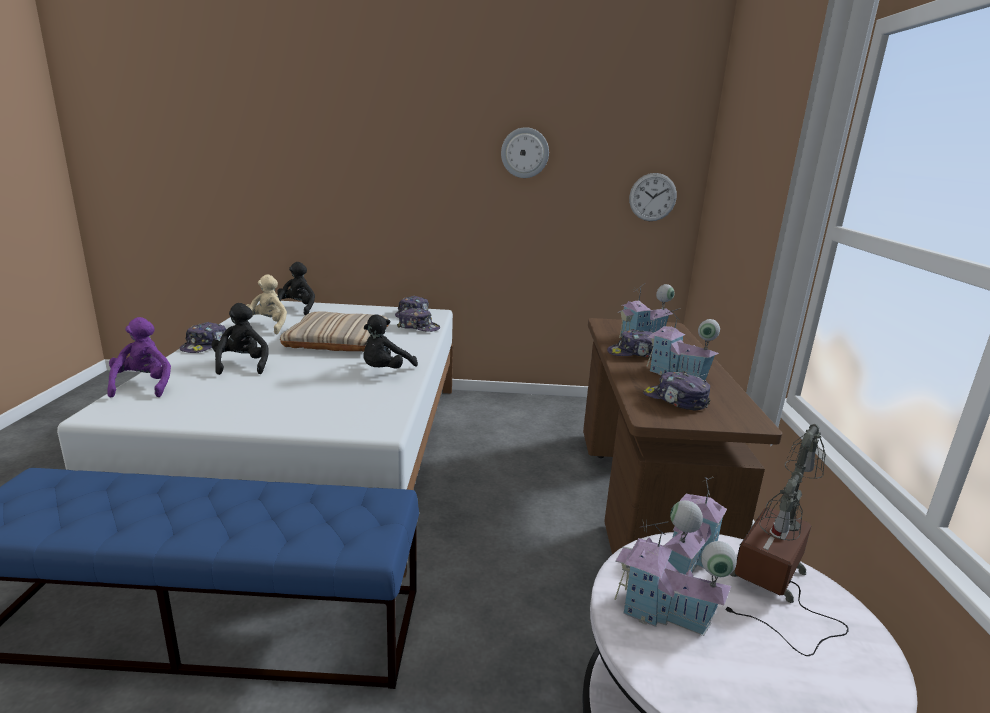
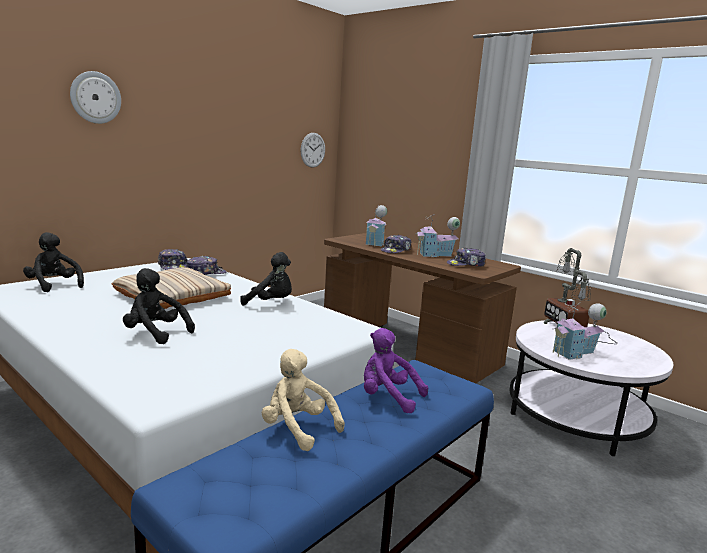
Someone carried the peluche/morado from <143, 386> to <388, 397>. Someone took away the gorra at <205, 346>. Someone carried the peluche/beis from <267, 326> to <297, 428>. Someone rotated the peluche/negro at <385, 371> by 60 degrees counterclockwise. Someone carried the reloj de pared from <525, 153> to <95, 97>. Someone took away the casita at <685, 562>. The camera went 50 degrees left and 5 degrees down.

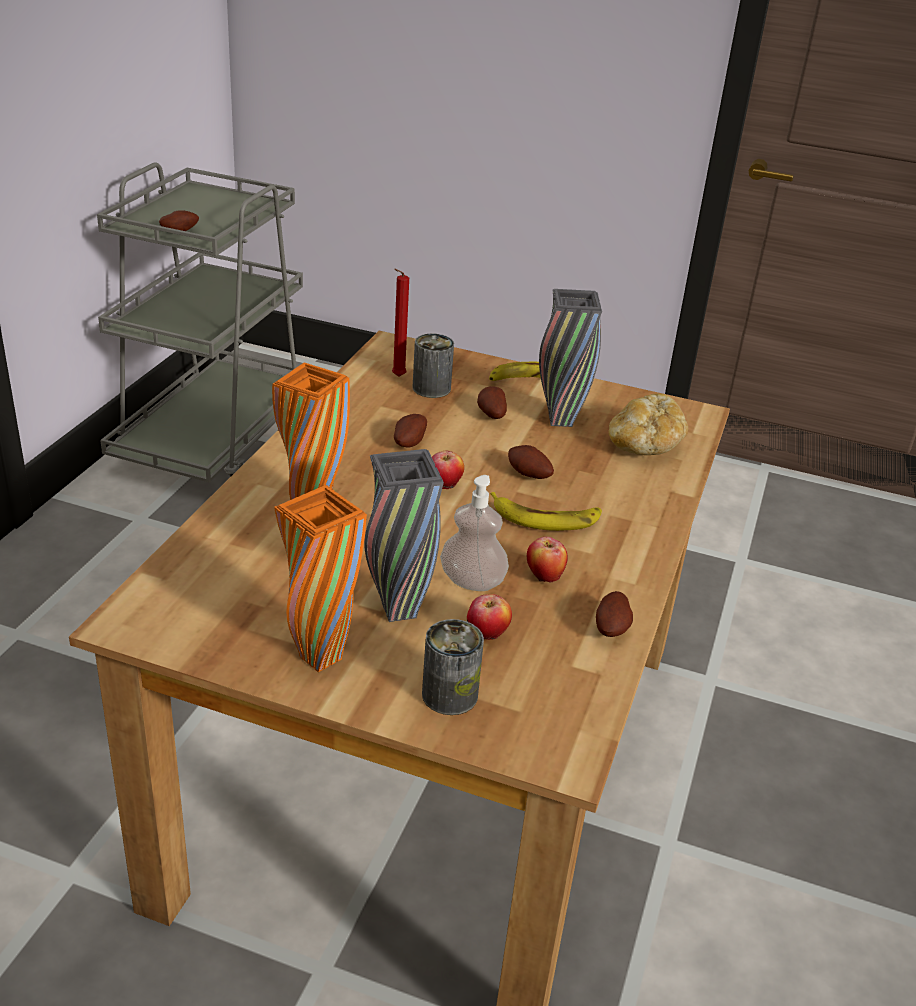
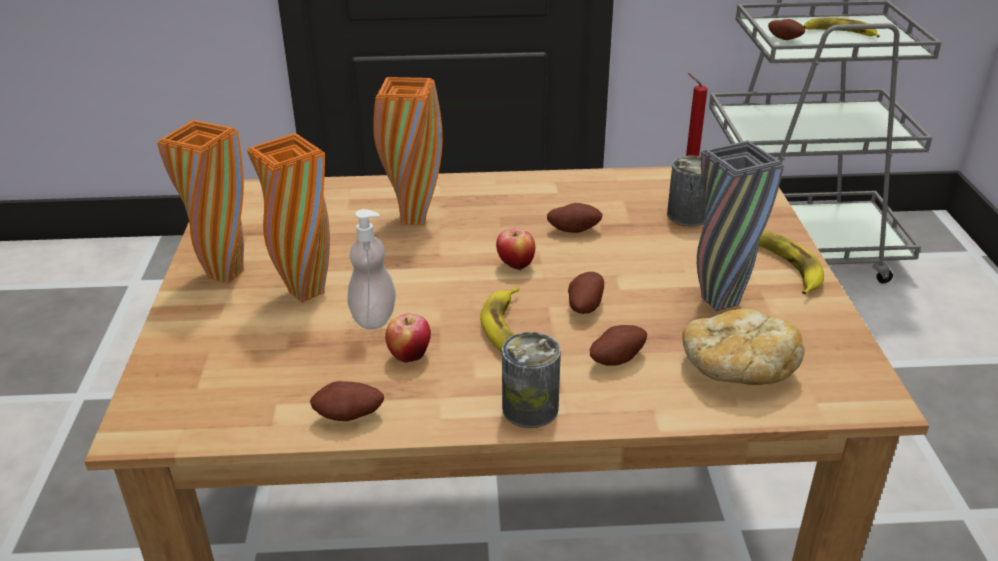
Someone repainted the florero/gris at <399, 611>, which became the florero/naranja at <306, 292>. Someone carried the lata from <449, 695> to <530, 408>. Someone took away the manzana at <487, 636>. Someone carried the patata from <490, 415> to <616, 358>. Someone put down the plátano at <839, 33>. The camera went 70 degrees right and 0 degrees up.

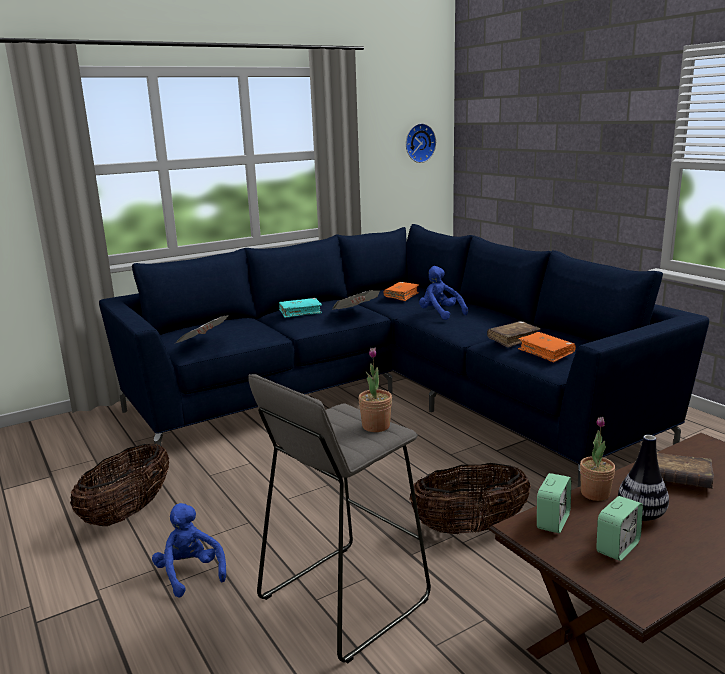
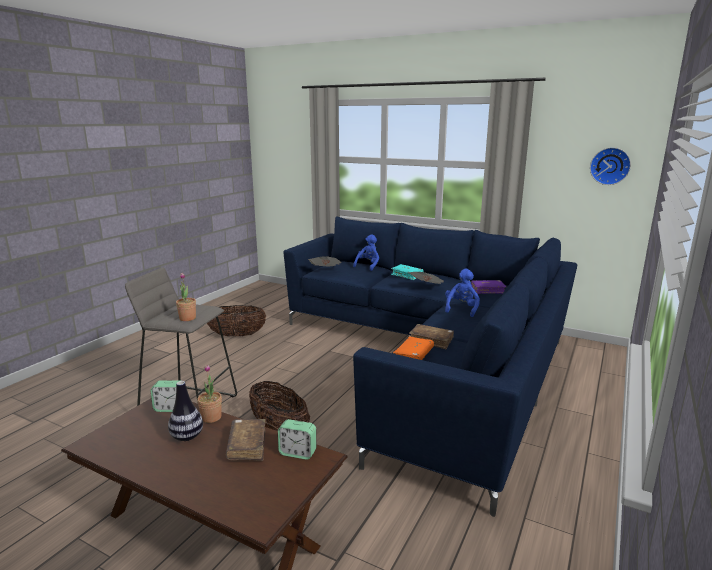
Someone carried the peluche/azul from <190, 573> to <368, 266>. Someone repainted the libro/naranja at <401, 296>, which became the libro/morado at <487, 290>. Someone carried the despertador from <617, 547> to <297, 452>. The camera went 60 degrees right and 0 degrees up.

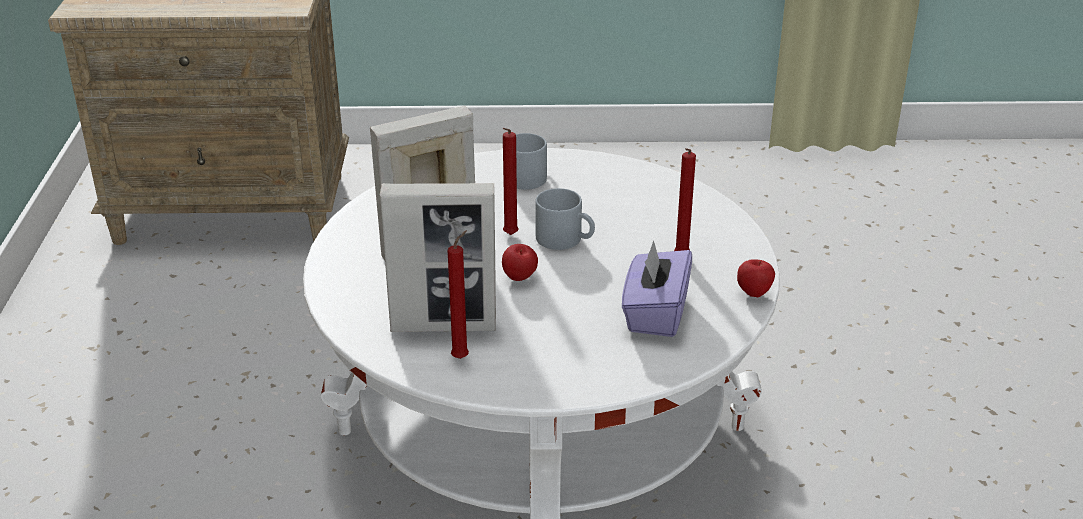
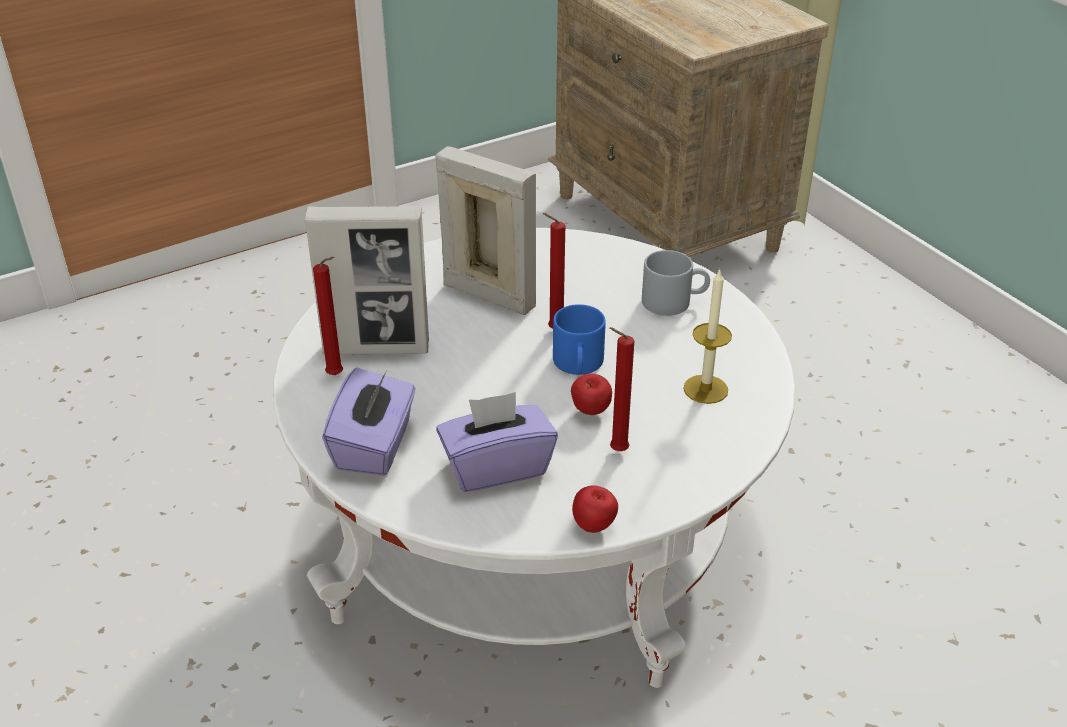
Someone rotated the portarretratos at <444, 326> by 60 degrees counterclockwise. Someone carried the manzana from <520, 279> to <590, 412>. Someone repainted the taza grande/gris at <566, 239>, which became the taza grande/azul at <579, 365>. Someone put down the caja de pañuelos/morado at <375, 446>. Someone put down the vela at <705, 389>. The camera went 60 degrees right and 5 degrees up.

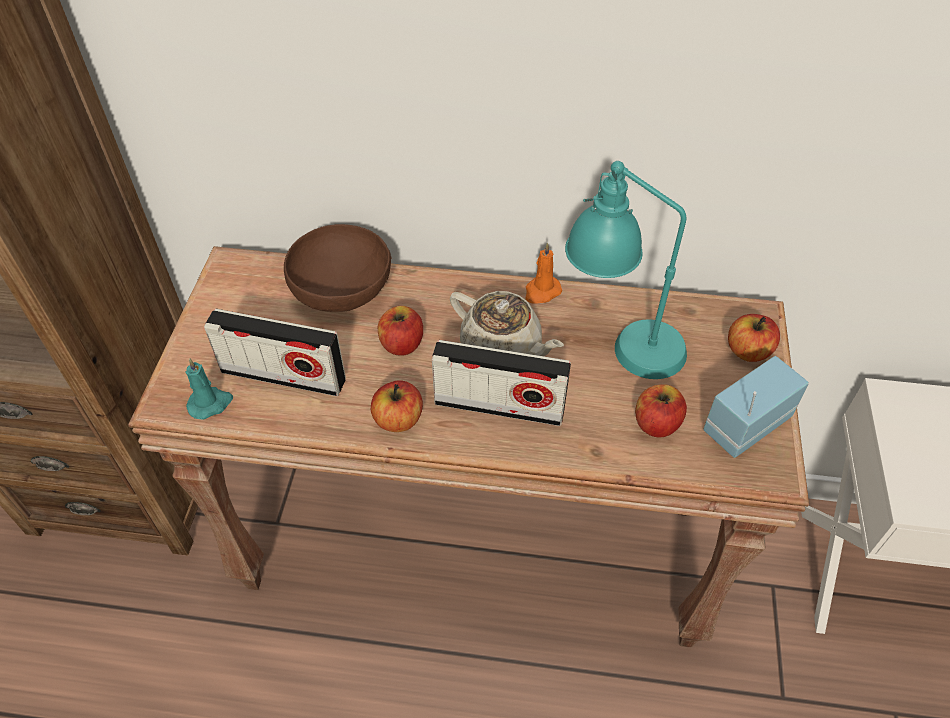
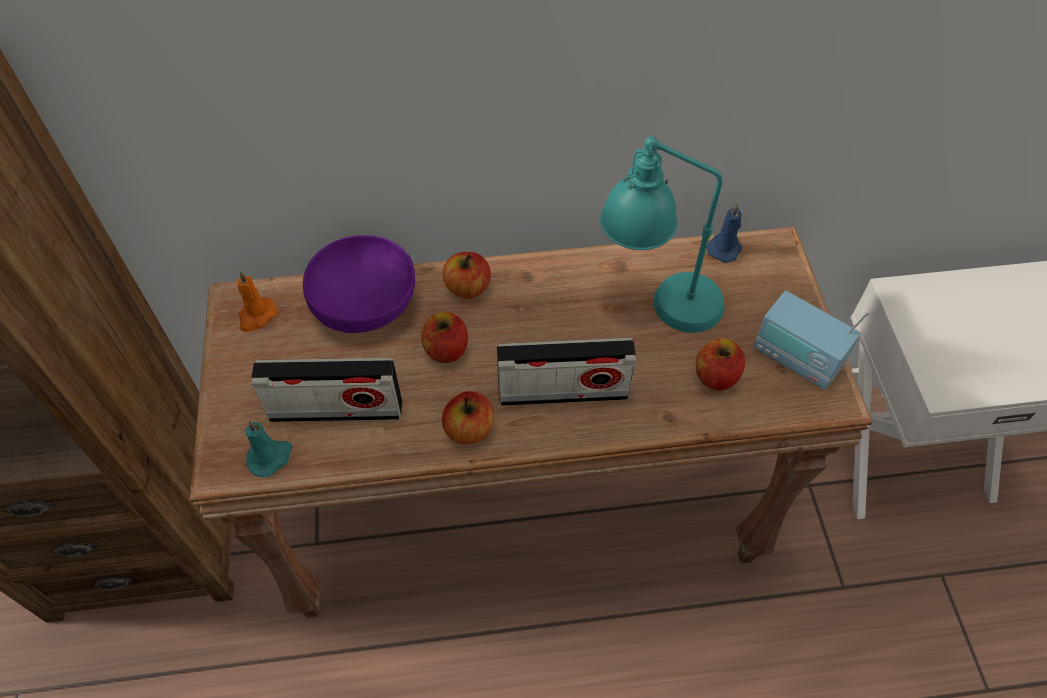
Someone repainted the cuenco/marrón at <342, 289>, which became the cuenco/morado at <365, 304>. Someone took away the tetera/beis at <502, 348>. Someone carried the vela/naranja from <541, 292> to <257, 316>. Someone rotated the radio at <745, 425> by 90 degrees counterclockwise. Someone carried the manzana from <748, 351> to <467, 287>. Someone put down the vela/azul at <724, 248>. The camera went 15 degrees left and 5 degrees up.

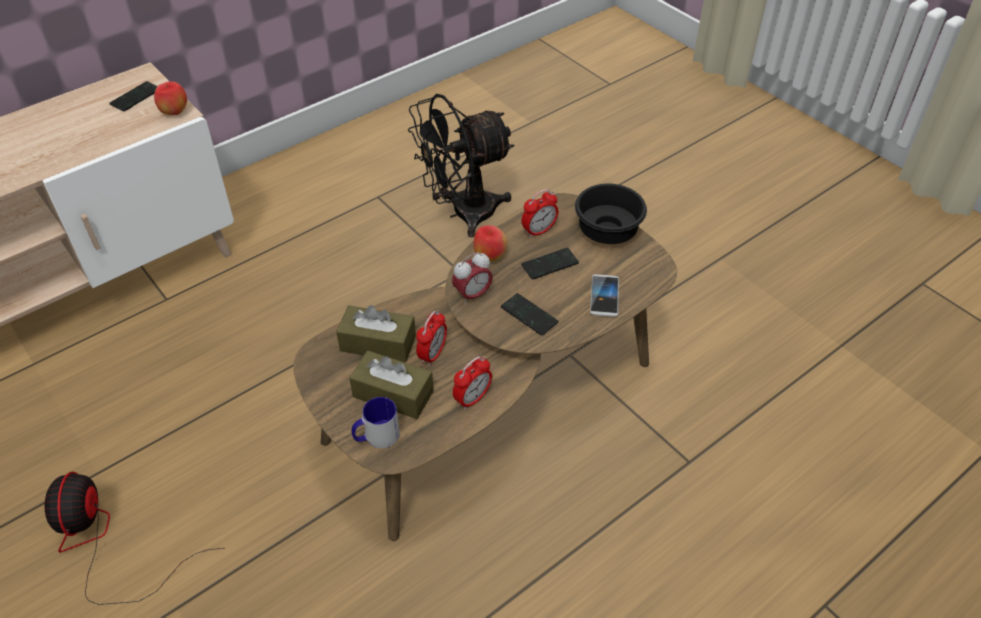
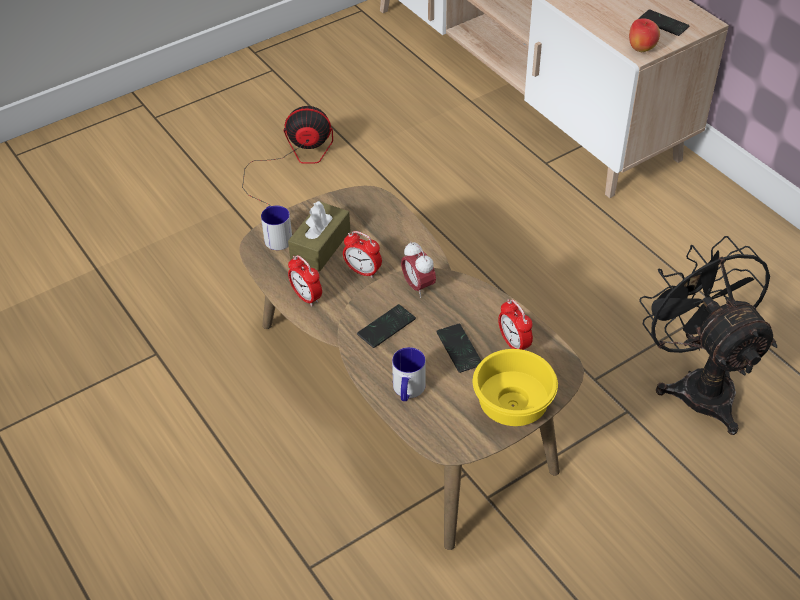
Someone took away the caja de pañuelos/marrón at <378, 343>. Someone took away the manzana at <489, 257>. Someone repainted the cuenco/negro at <605, 232>, which became the cuenco/amarillo at <511, 403>. Someone swapped the móvil at <604, 296> for the taza grande at <408, 390>. The camera went 95 degrees right and 0 degrees up.

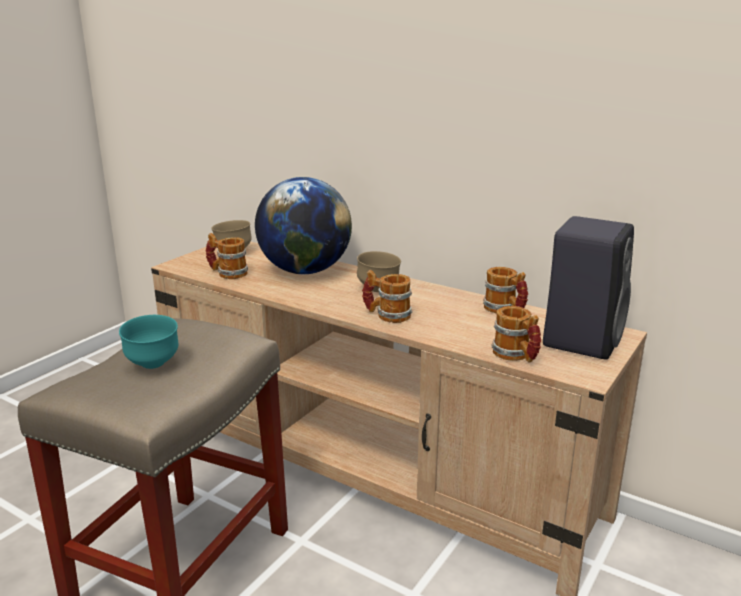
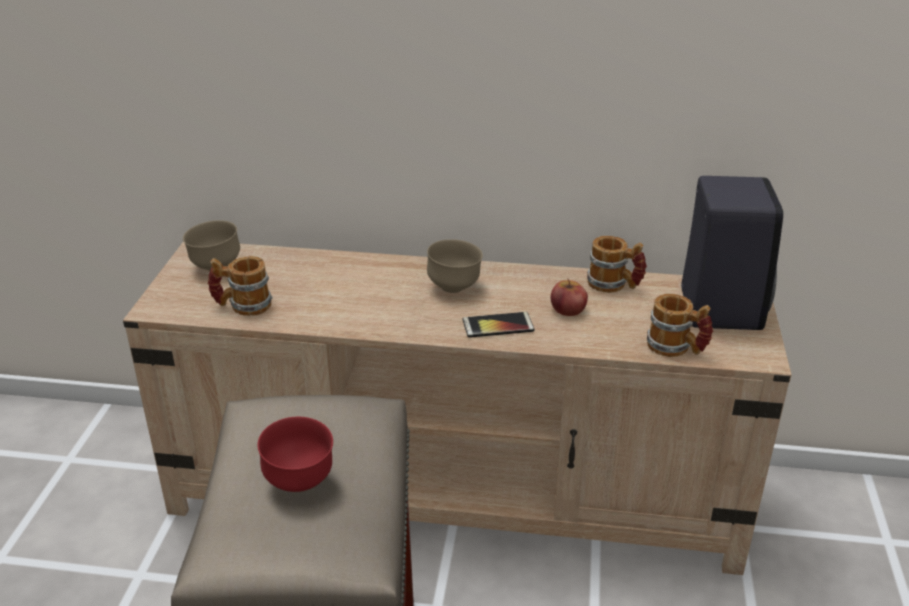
Someone repainted the cuenco/turquesa at <153, 365>, which became the cuenco/rojo at <300, 483>. Someone took away the globo terráqueo at <305, 271>. Someone swapped the taza grande at <387, 315> for the móvil at <498, 326>. Someone put down the manzana at <568, 309>. The camera went 25 degrees left and 10 degrees up.

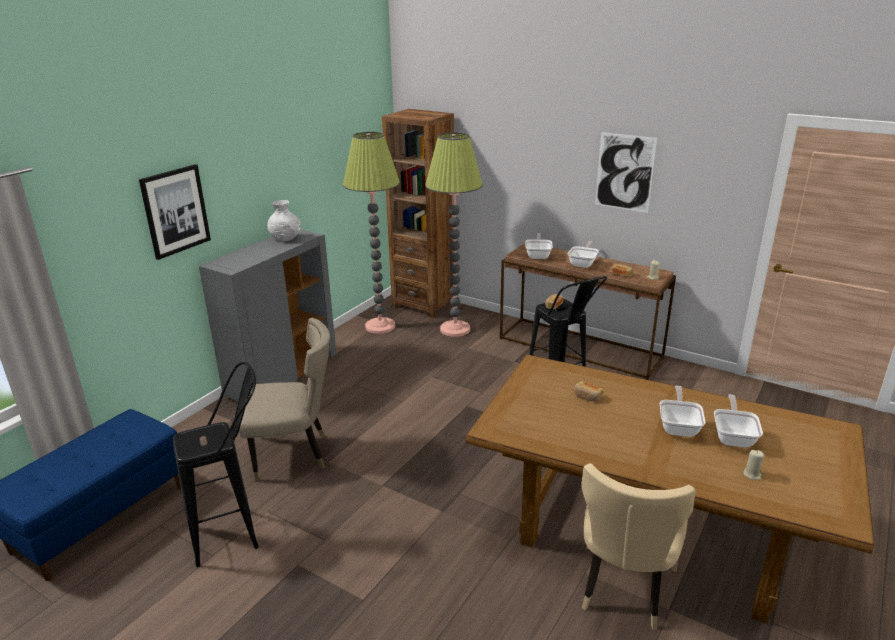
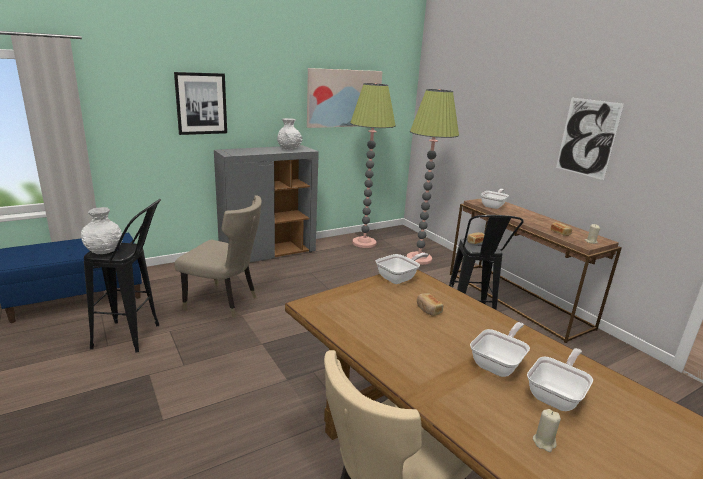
Someone took away the estantería/marrón at <423, 304>. Someone carried the sartén from <583, 263> to <399, 278>. Someone put down the florero/blanco at <103, 251>. Someone put up the cuadro at <344, 98>. The camera went 25 degrees right and 5 degrees down.

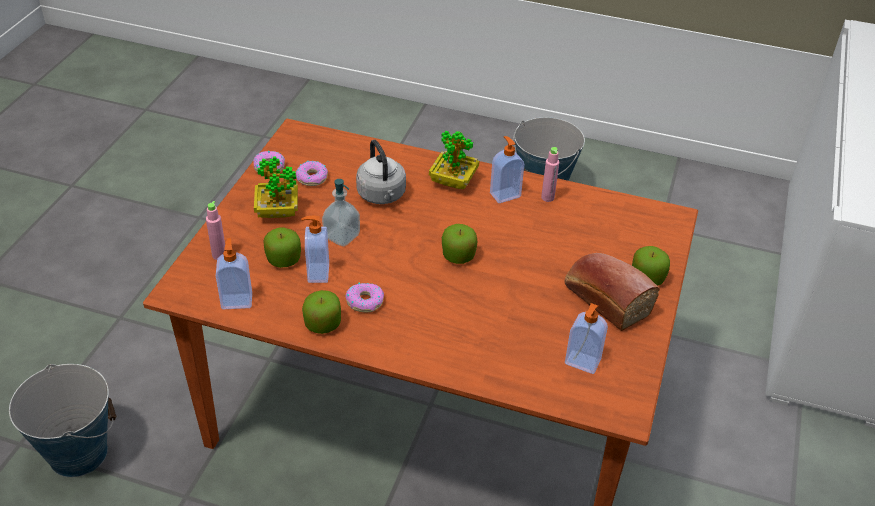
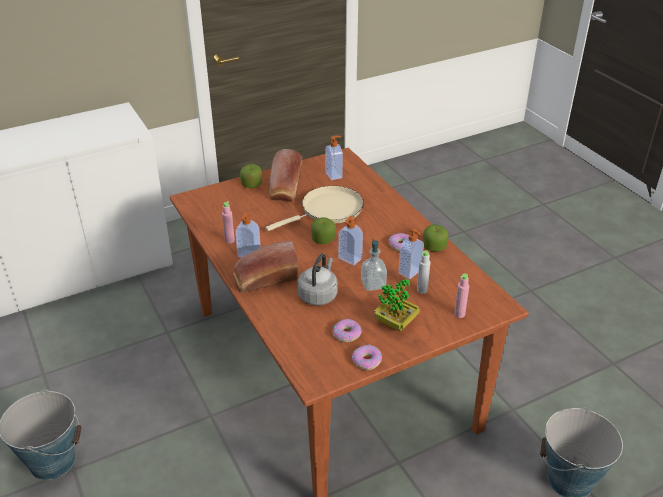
Someone carried the dispensador de jabón from <237, 300> to <349, 259>. Someone swapped the manzana at <283, 259> for the botella/gris at <422, 290>. Someone swapped the planta en maceta at <453, 181> for the pan at <264, 279>. Someone put down the sartén/beis at <328, 210>. The camera went 135 degrees left and 5 degrees down.

